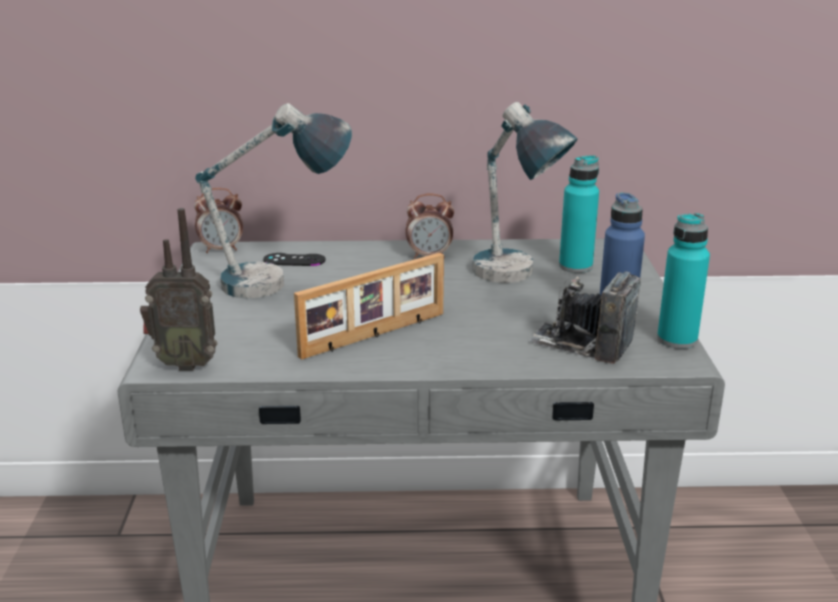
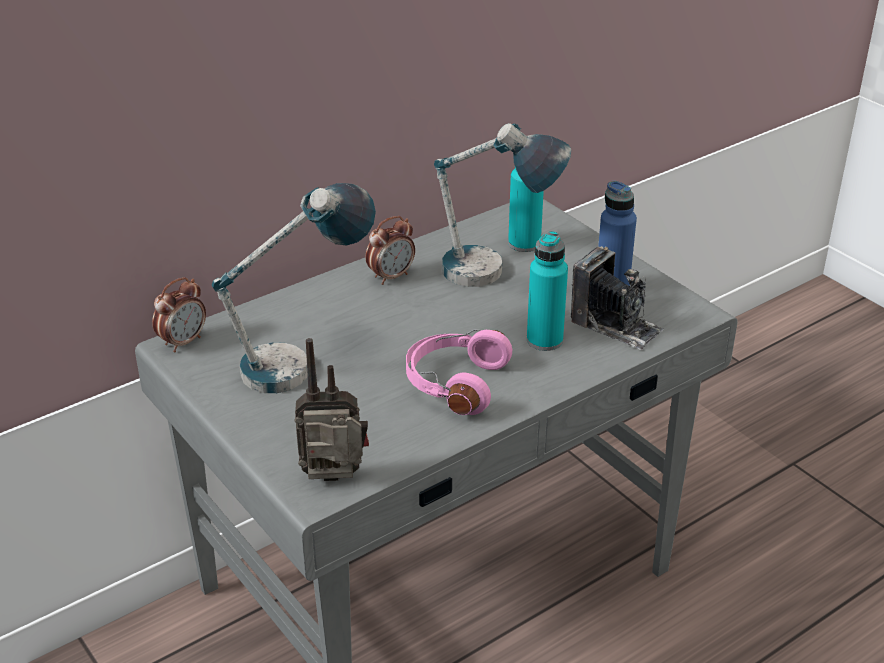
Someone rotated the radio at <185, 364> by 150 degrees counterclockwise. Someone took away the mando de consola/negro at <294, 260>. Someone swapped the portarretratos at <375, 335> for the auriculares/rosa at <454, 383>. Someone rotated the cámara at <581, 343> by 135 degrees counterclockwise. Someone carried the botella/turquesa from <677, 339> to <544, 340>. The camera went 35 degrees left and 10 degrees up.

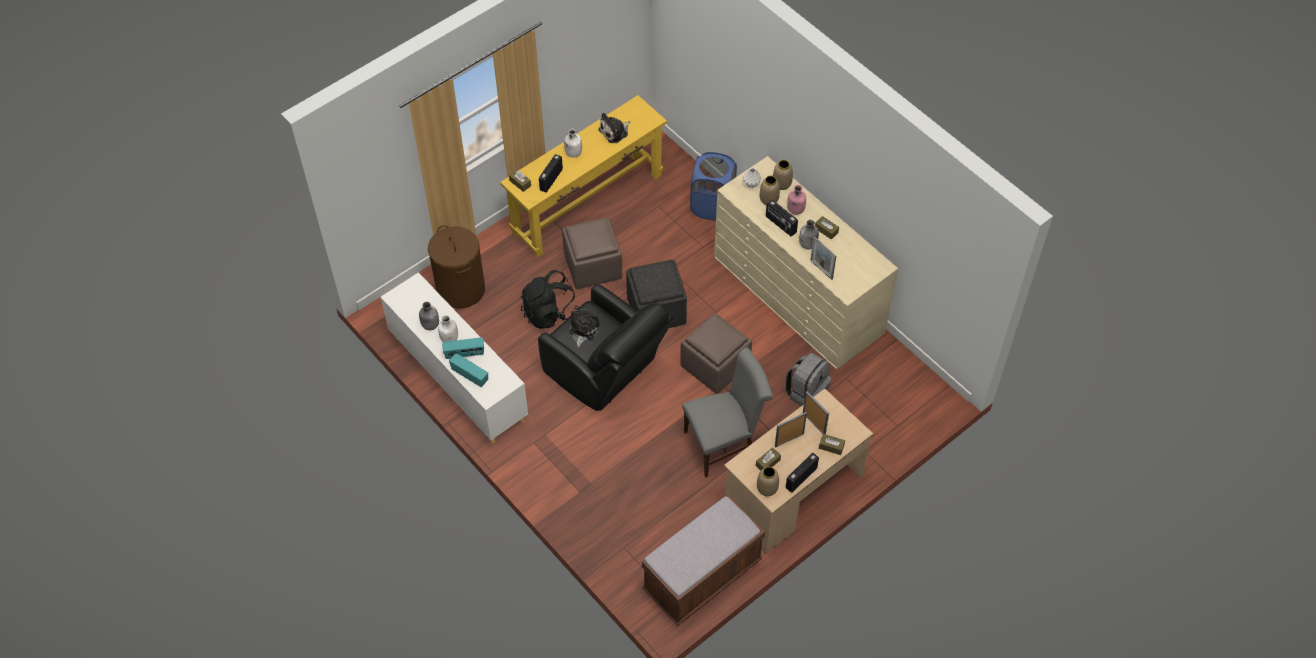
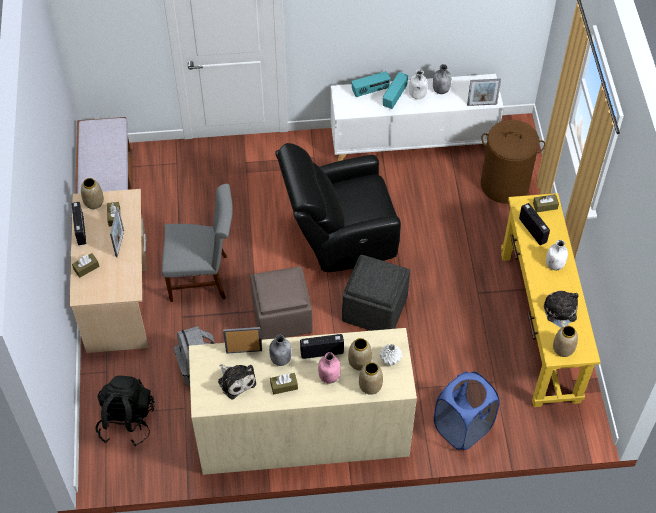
Someone carried the mochila/negro from <550, 313> to <127, 421>. Someone took away the puf/marrón at <593, 266>. Someone carried the peluche from <583, 330> to <236, 381>. Someone rotated the silla/gris at <724, 443> by 105 degrees counterclockwise. Someone carried the portarretratos from <814, 423> to <482, 104>. Someone put down the florero at <562, 349>. The camera went 125 degrees right and 0 degrees up.

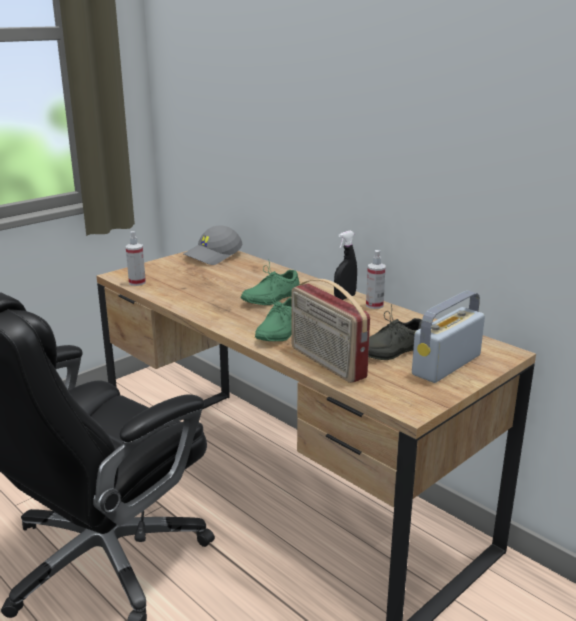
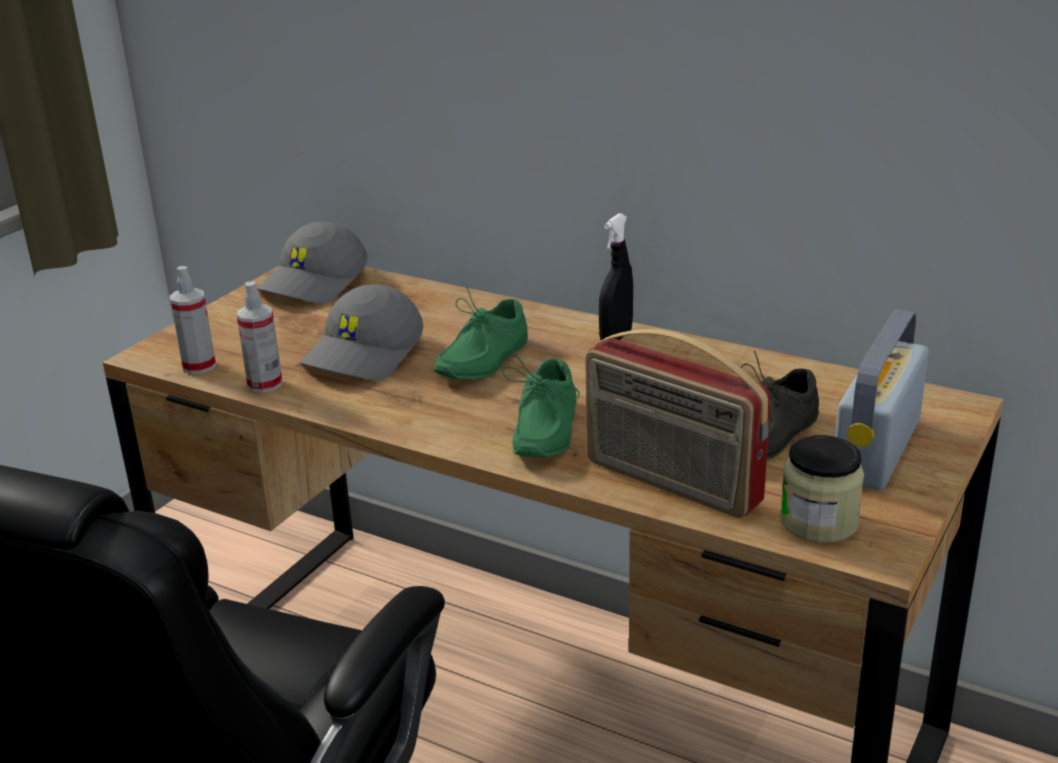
Someone carried the pulverizador from <374, 305> to <265, 384>. Someone put down the gorra/gris at <365, 355>. Someone put down the tarro at <819, 522>. The camera went 15 degrees left and 5 degrees up.

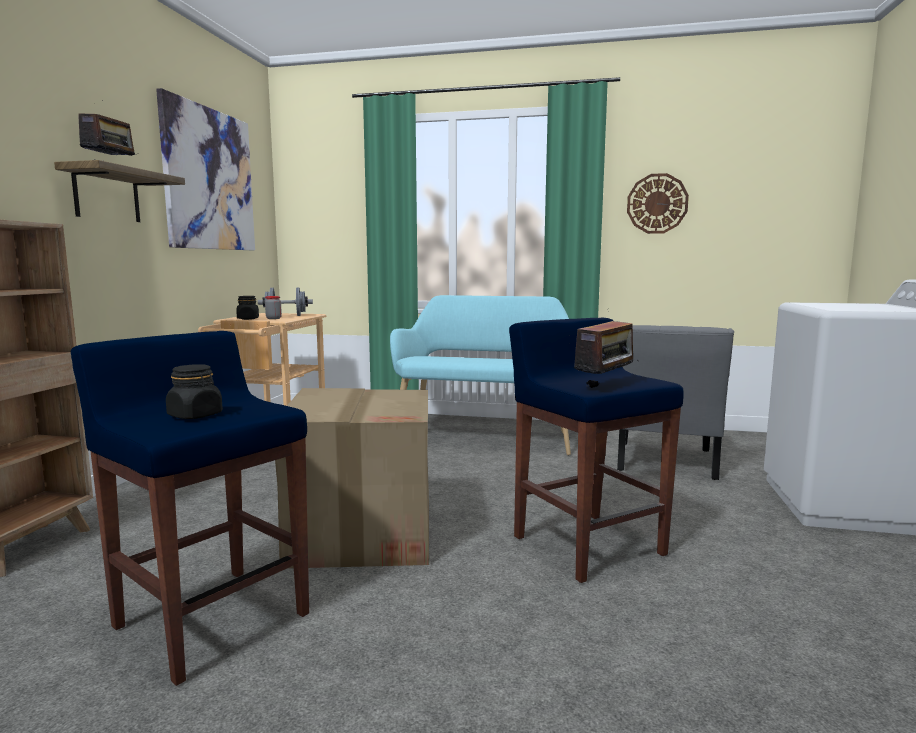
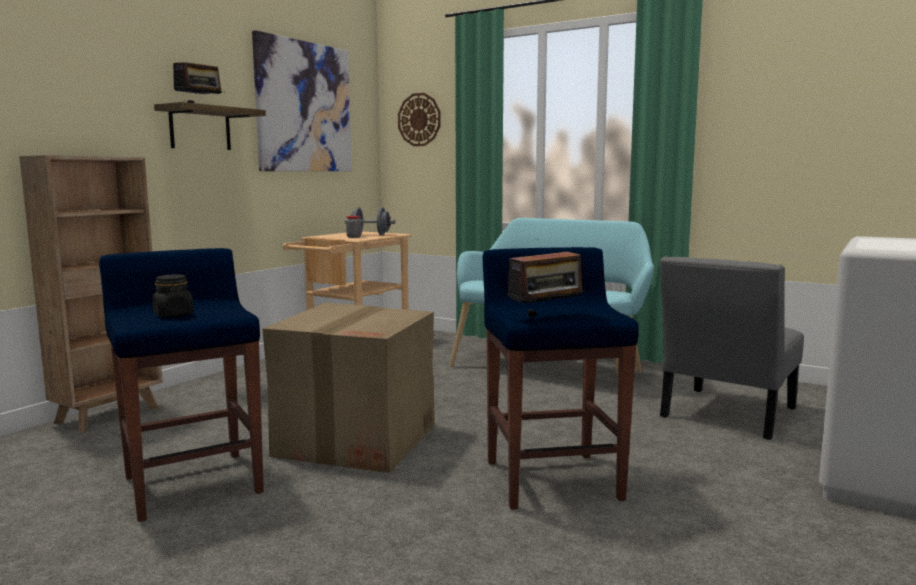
Someone took away the tarro/negro at <248, 319>. Someone carried the reloj de pared from <657, 203> to <419, 119>. The camera went 20 degrees right and 0 degrees up.

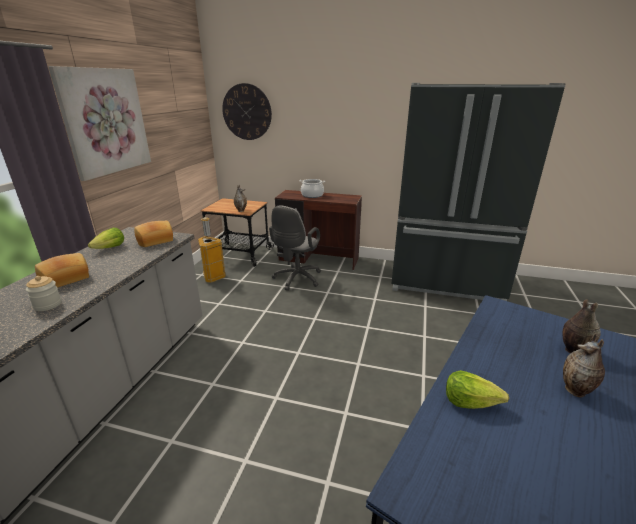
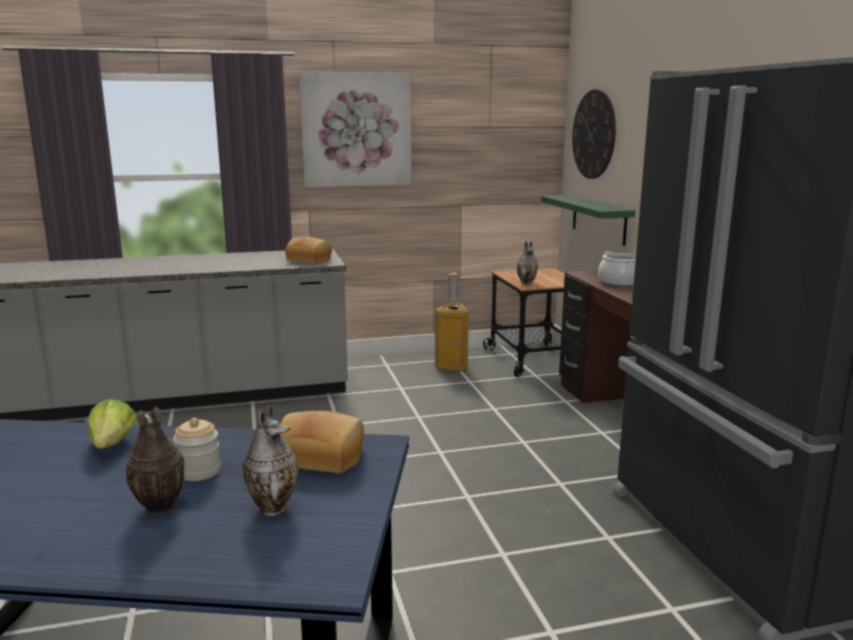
Someone carried the tarro from <48, 305> to <199, 471>. Someone carried the pan from <65, 278> to <322, 456>. Someone took away the lechuga at <110, 248>. Someone took away the silla de oficina/gris at <296, 280>. Someone put up the estante/verde at <598, 219>. The camera went 60 degrees right and 10 degrees down.

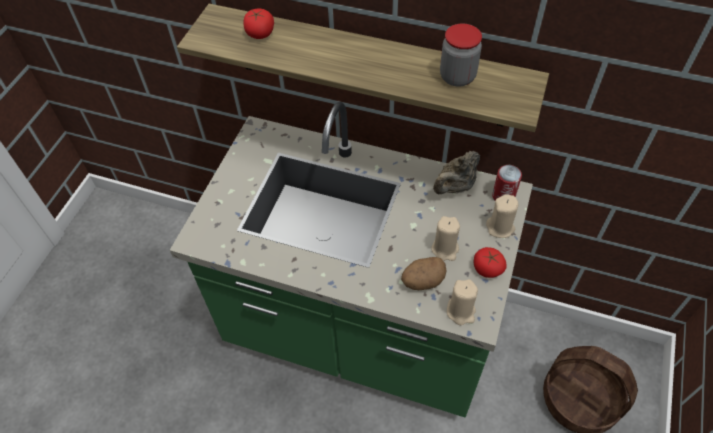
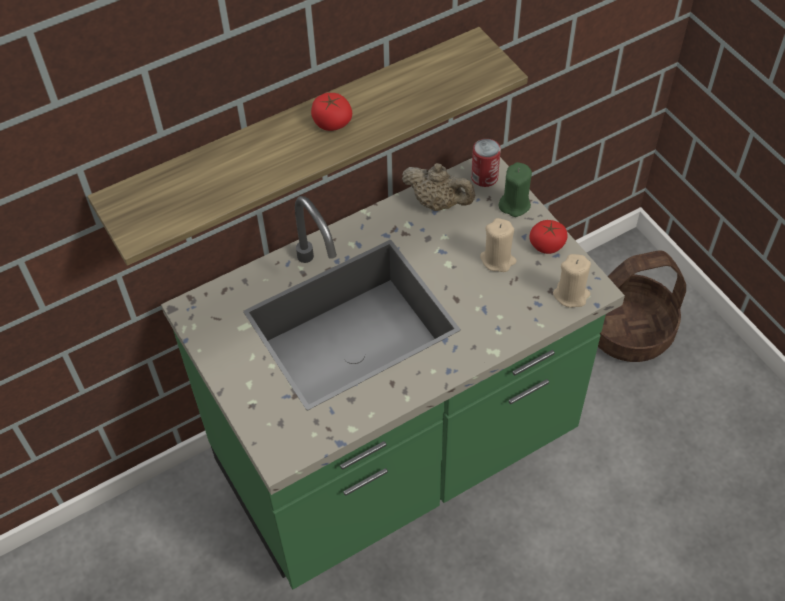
Someone carried the tomate from <260, 33> to <332, 122>. Someone took away the patata at <422, 281>. Someone rotated the tetera/beis at <455, 186> by 60 degrees counterclockwise. Someone took away the tarro at <457, 77>. Someone repainted the vela/beis at <500, 227>, which became the vela/verde at <514, 204>. The camera went 50 degrees left and 0 degrees up.

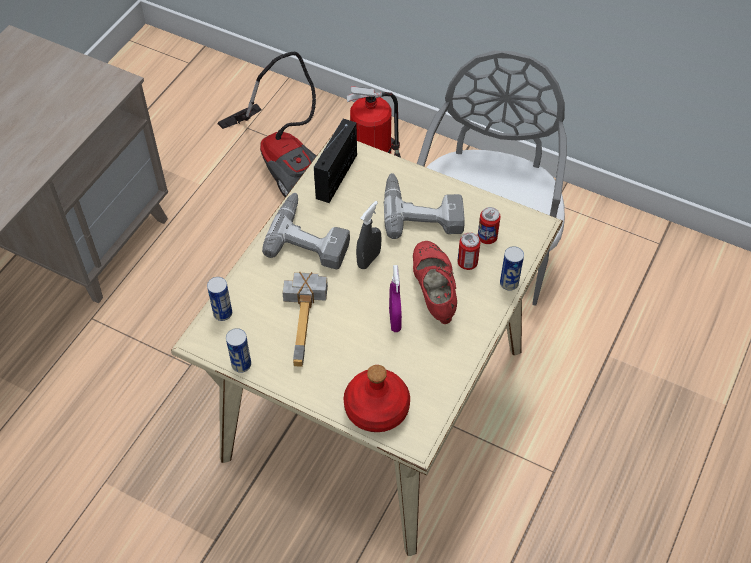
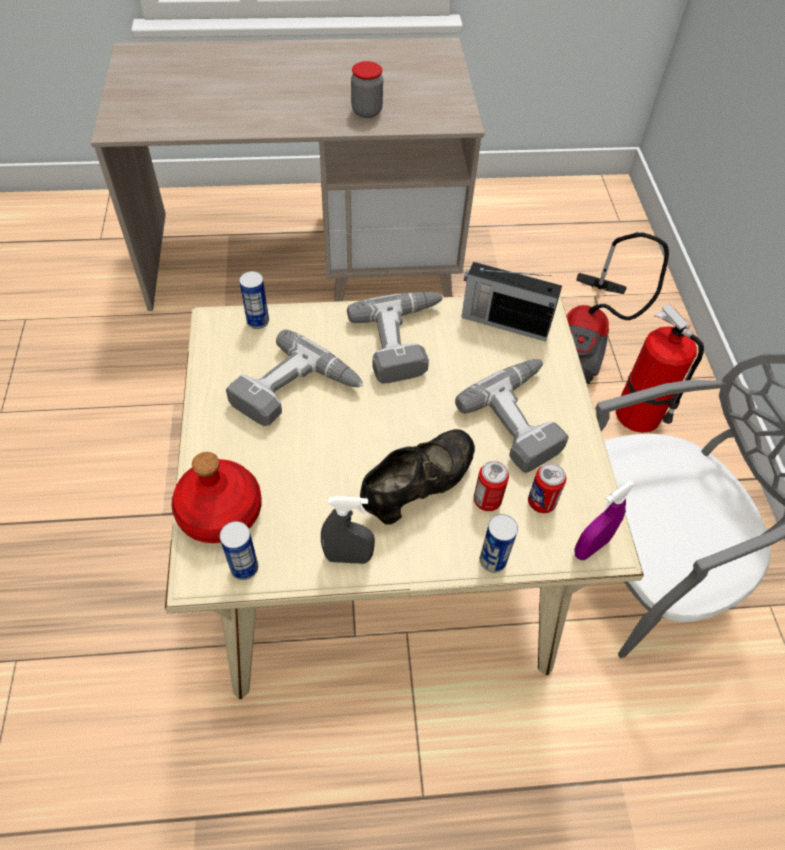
Someone carried the lata from <241, 364> to <244, 568>. Someone swapped the martillo at <309, 321> for the taladro at <296, 393>. Someone rotated the radio at <337, 175> by 150 degrees counterclockwise. Someone carried the pulverizador/gris from <369, 259> to <348, 557>. Someone carried the pulverizador/morado from <395, 320> to <591, 547>. Someone repainted the zapato/rojo at <434, 292>, which became the zapato/negro at <418, 487>. Someone put down the tarro at <367, 111>. The camera went 55 degrees right and 0 degrees up.

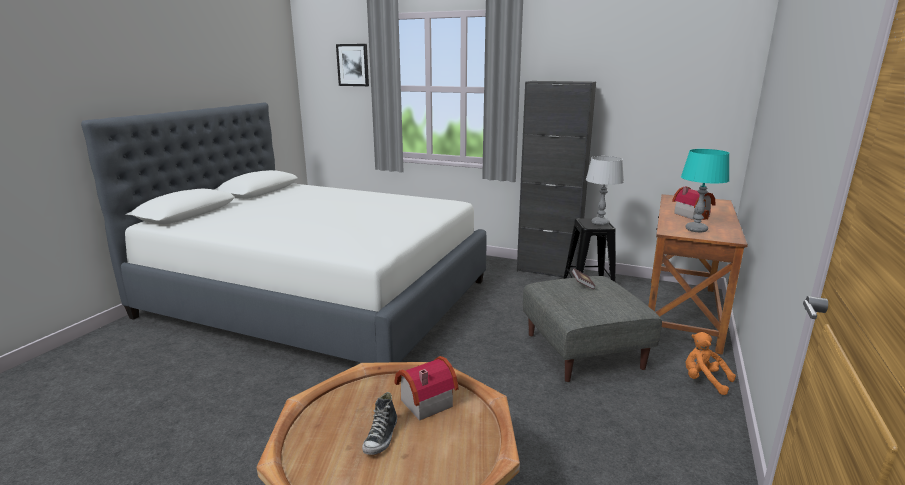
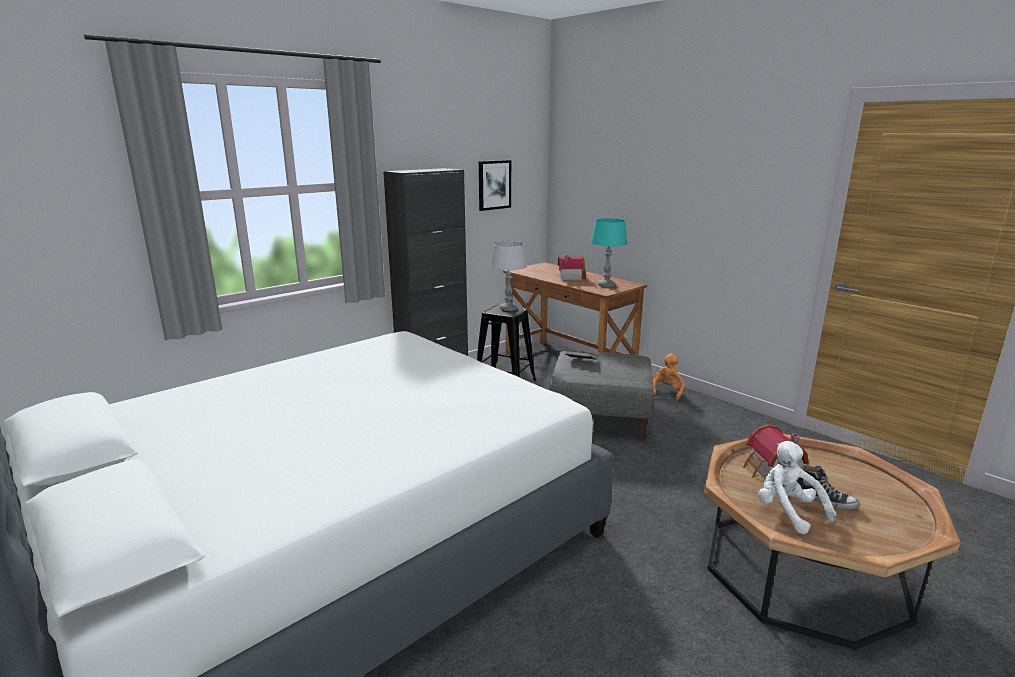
Someone carried the cuadro from <353, 65> to <494, 185>. Someone rotated the peluche/naranja at <703, 380> by 135 degrees clockwise. Someone put down the peluche/blanco at <787, 511>. The camera went 65 degrees left and 0 degrees up.

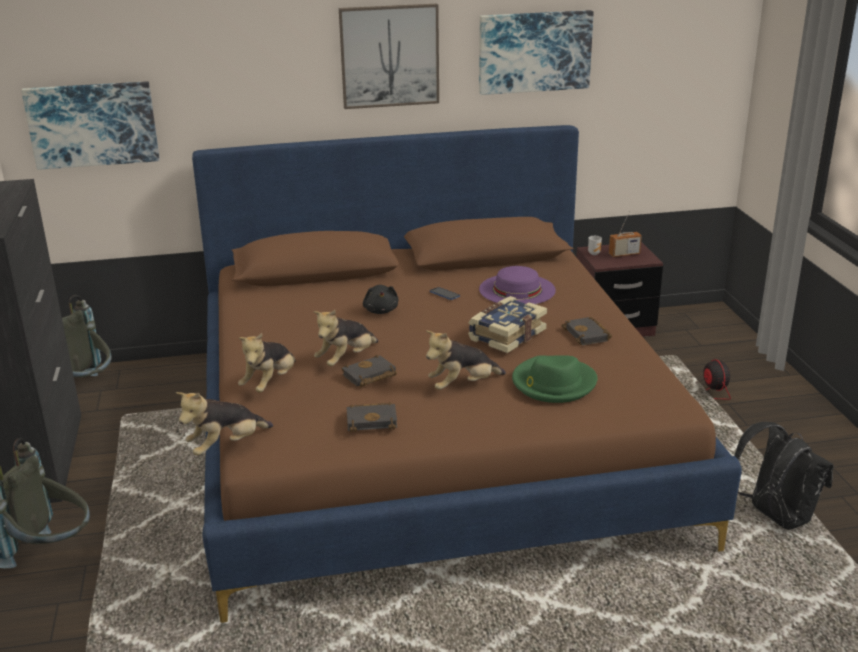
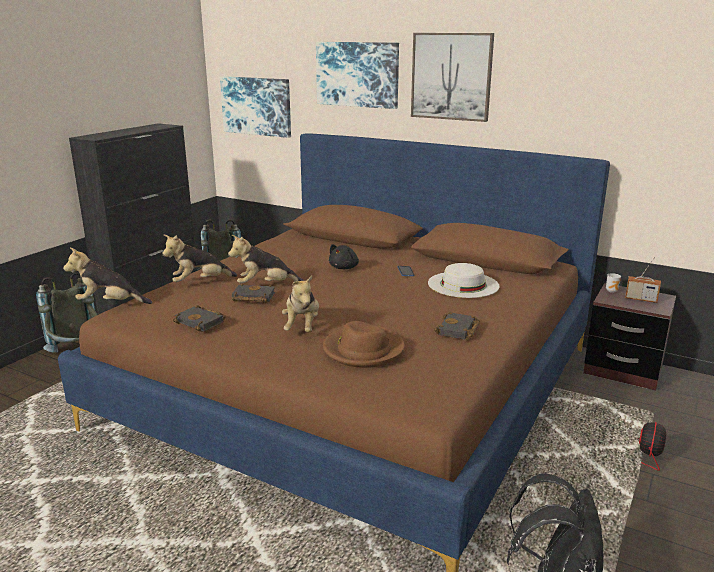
Someone rotated the peluche at <463, 385> by 105 degrees counterclockwise. Someone took away the libro at <506, 335>. Someone carried the cuadro from <534, 51> to <357, 74>. Someone repainted the sombrero/morado at <517, 289>, which became the sombrero/blanco at <463, 284>. Someone repainted the sombrero/verde at <553, 383>, which became the sombrero/marrón at <363, 350>. The camera went 40 degrees right and 5 degrees down.

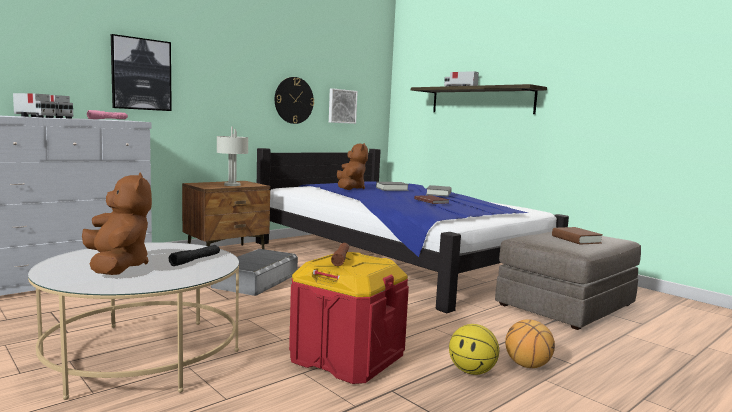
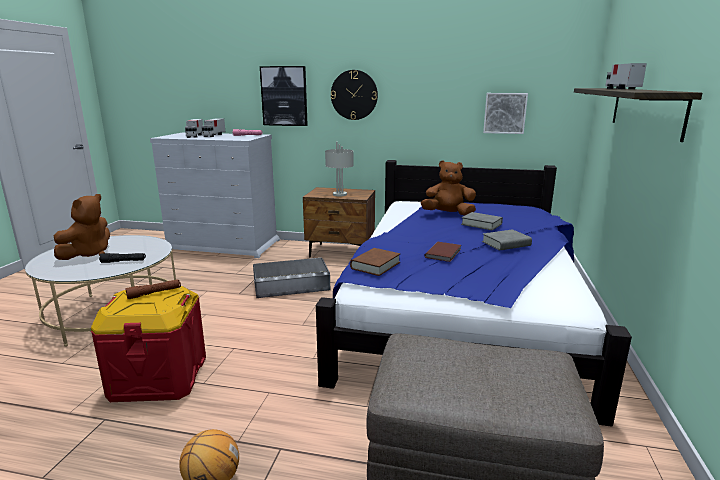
Someone carried the reloj de pared from <294, 100> to <354, 95>. Someone rotated the peluche/marrón at <350, 188> by 135 degrees counterclockwise. Someone took away the balón de baloncesto at <472, 372>. Someone carried the libro/marrón from <576, 239> to <375, 265>. The camera went 55 degrees right and 10 degrees up.

